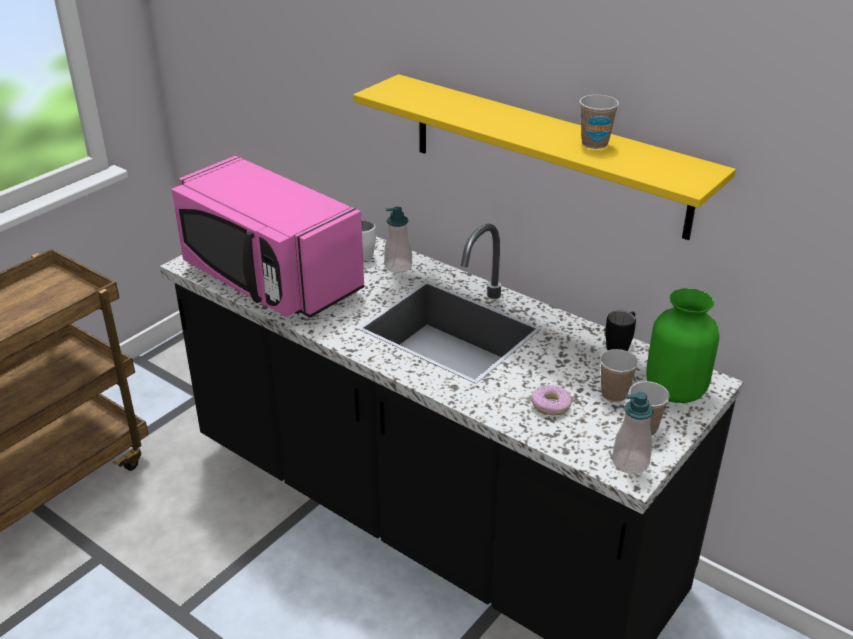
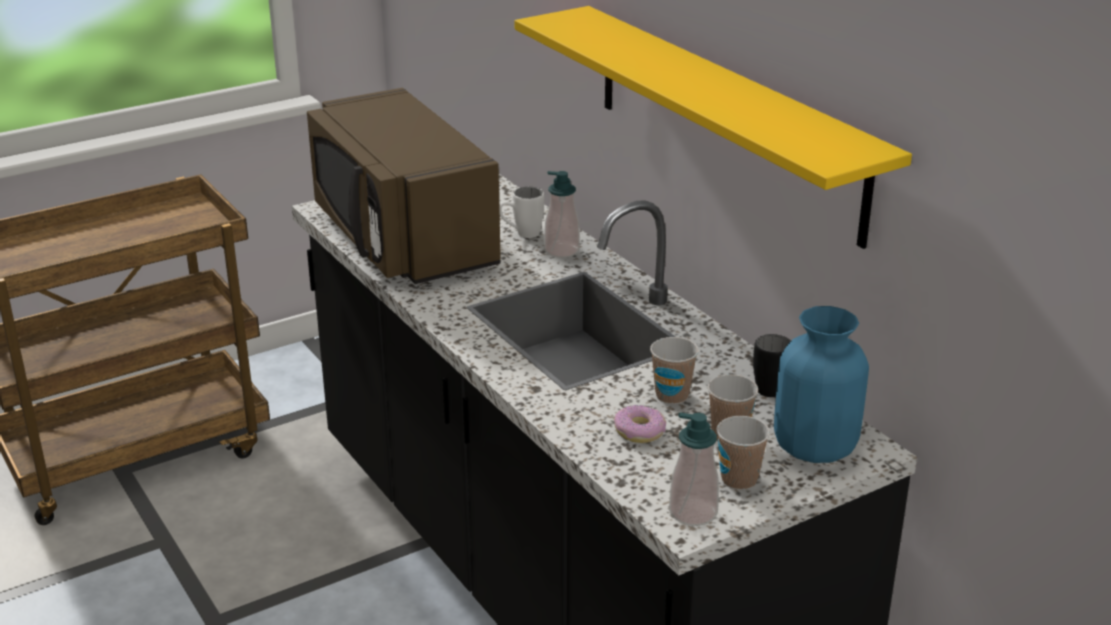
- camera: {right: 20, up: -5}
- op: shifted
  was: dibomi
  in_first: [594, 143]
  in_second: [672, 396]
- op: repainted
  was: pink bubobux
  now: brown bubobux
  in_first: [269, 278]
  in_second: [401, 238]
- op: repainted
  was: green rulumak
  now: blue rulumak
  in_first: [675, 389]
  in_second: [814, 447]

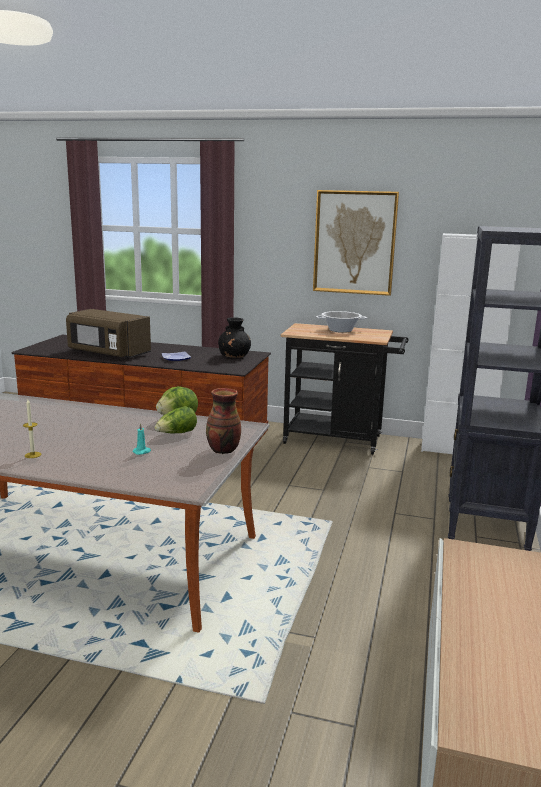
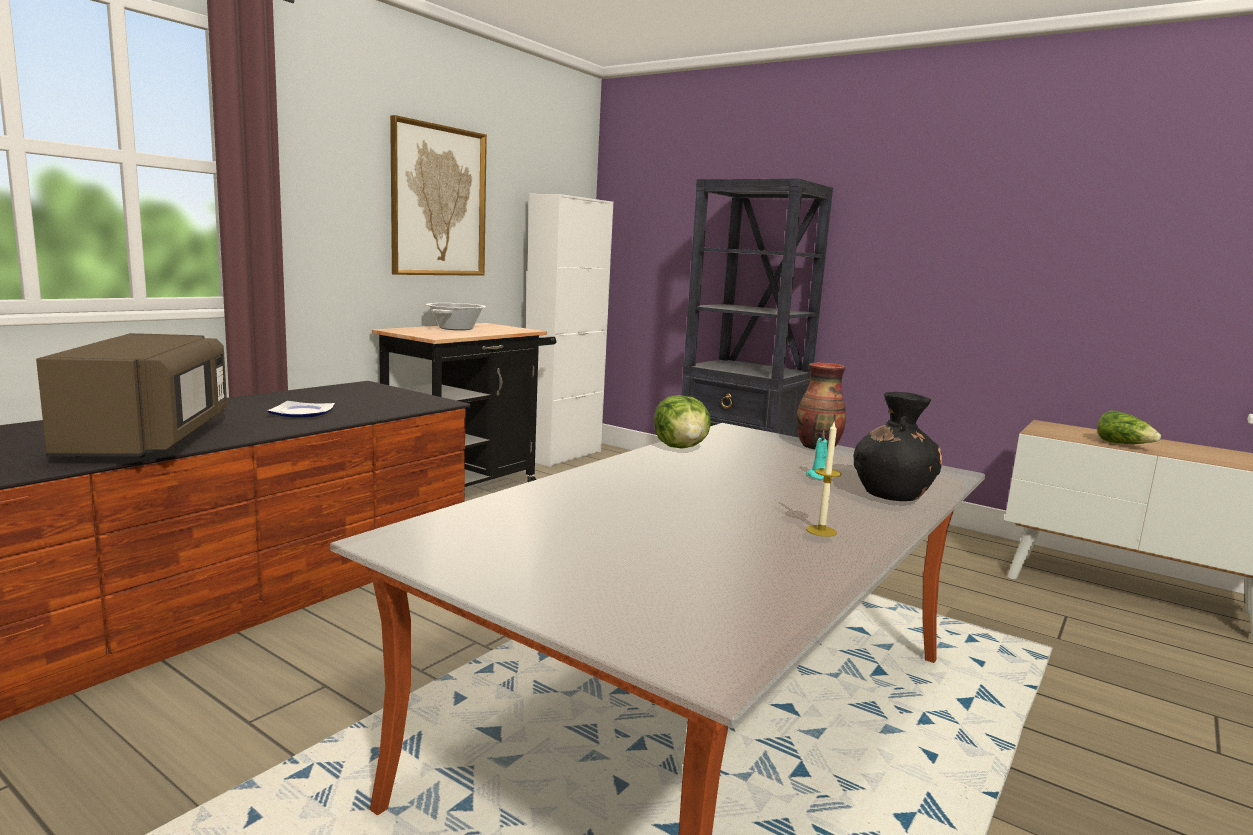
- camera: {right: -70, up: -5}
- op: rotated
  was: brown bubobux
  in_first: [108, 353]
  in_second: [149, 439]
  clockwise: -60
- op: shifted
  was: black rulumak
  in_first: [234, 356]
  in_second: [892, 495]
- op: shifted
  was: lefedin
  in_first: [176, 434]
  in_second: [1124, 445]

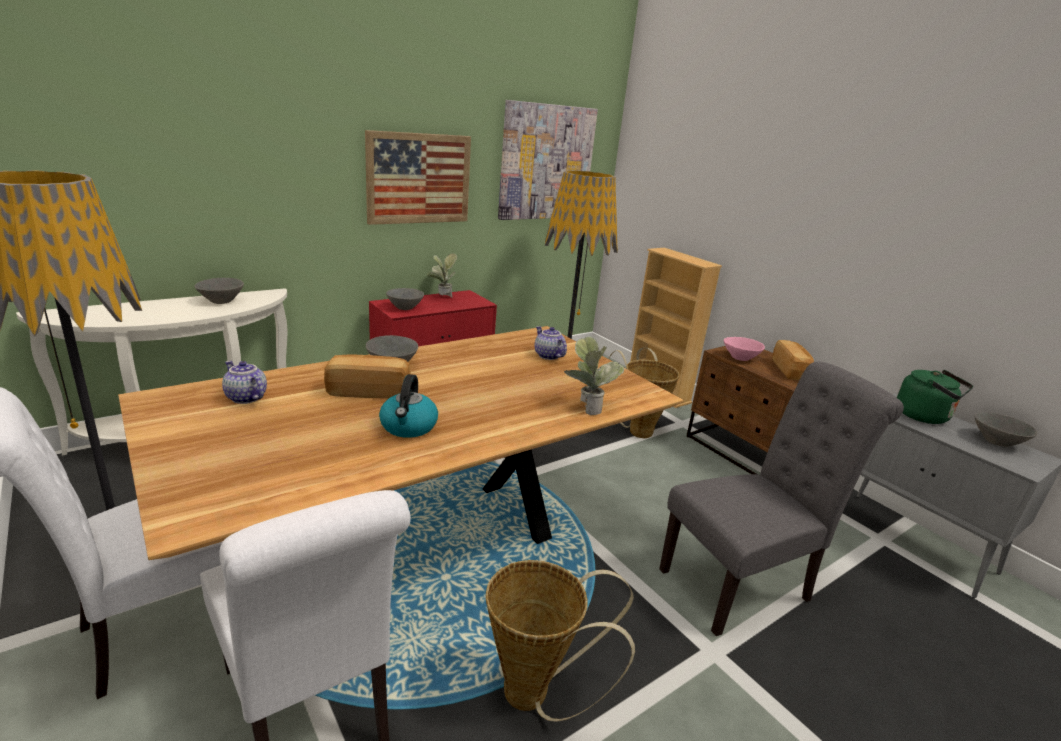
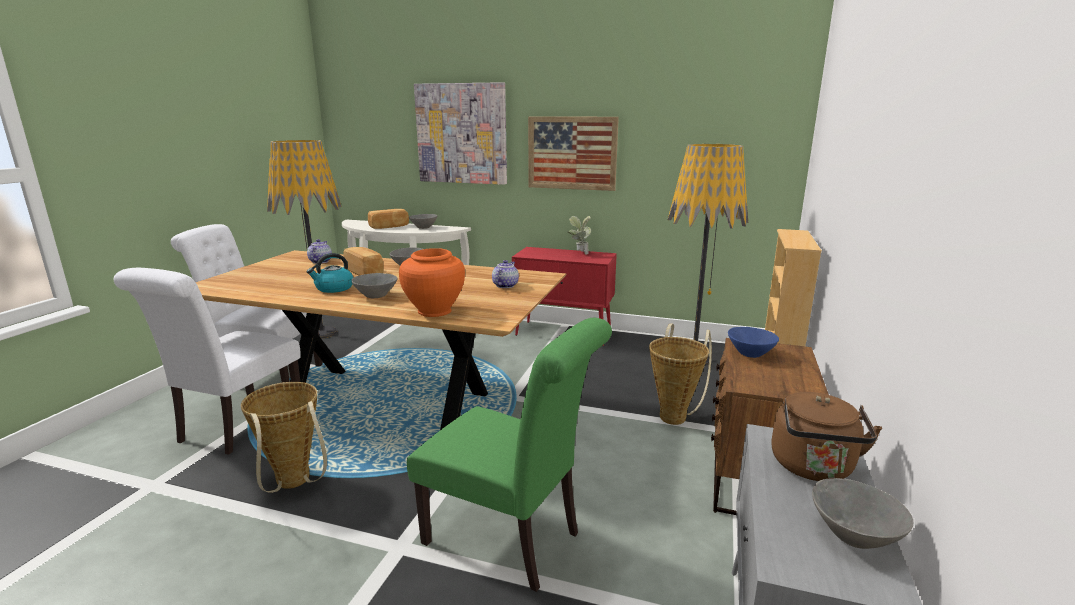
- camera: {right: 55, up: -5}
- op: shifted
  was: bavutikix
  in_first: [546, 162]
  in_second: [461, 134]
- op: shifted
  was: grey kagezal
  in_first: [405, 308]
  in_second: [376, 296]
- op: swapped
  was: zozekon
  now: orange rulumak
  in_first: [587, 407]
  in_second: [434, 311]
- op: repainted
  was: pink kagezal
  now: blue kagezal
  in_first: [740, 358]
  in_second: [750, 353]
- op: shifted
  was: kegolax
  in_first: [790, 370]
  in_second: [389, 227]
- op: repainted
  was: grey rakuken
  now: green rakuken
  in_first: [743, 584]
  in_second: [510, 540]
- op: repainted
  was: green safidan
  now: brown safidan
  in_first: [925, 417]
  in_second: [813, 468]

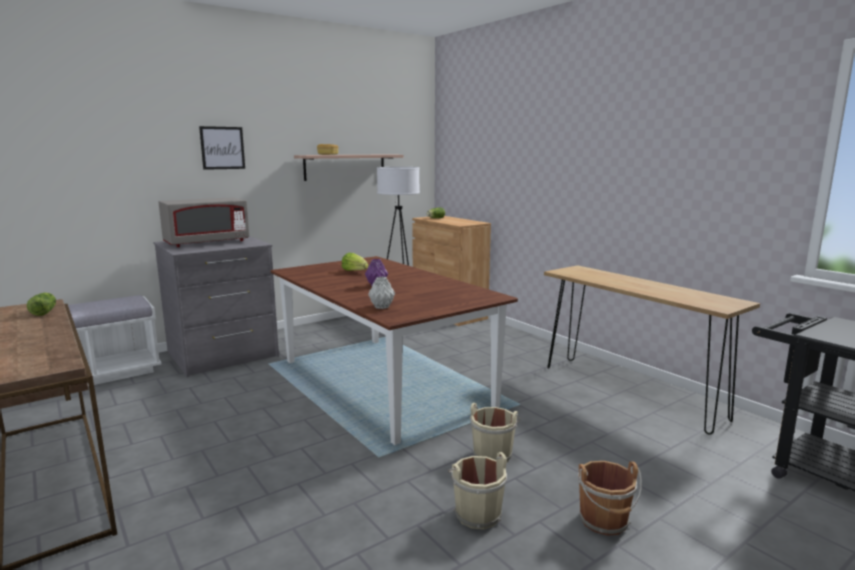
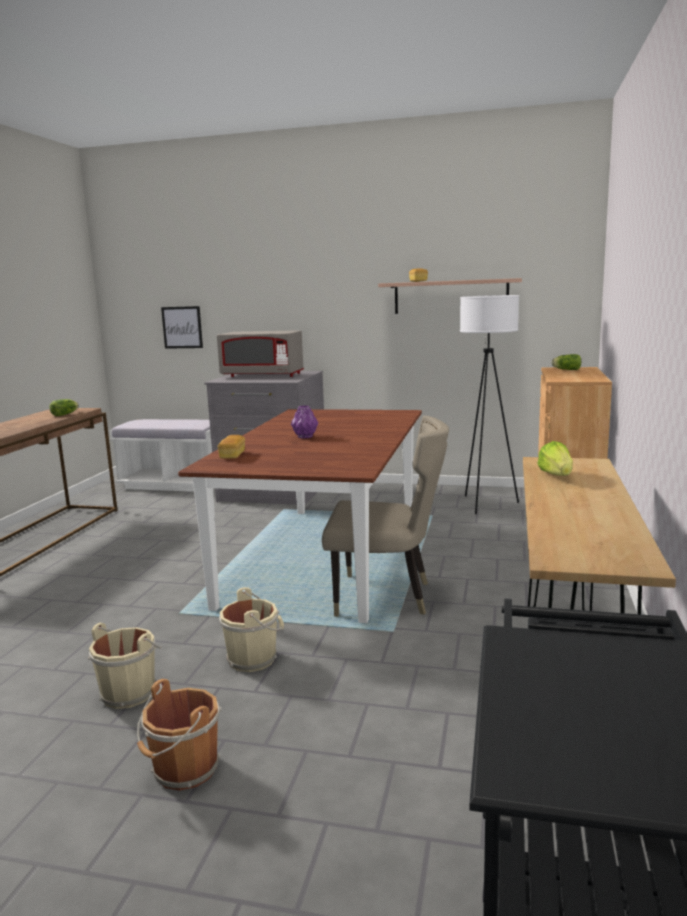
- camera: {right: 50, up: 0}
- op: shifted
  was: bavutikix
  in_first: [222, 148]
  in_second: [182, 327]
- op: shifted
  was: lefedin
  in_first: [354, 271]
  in_second: [556, 476]
- op: swapped
  was: grey rulumak
  now: kegolax
  in_first: [381, 307]
  in_second: [232, 455]
- op: new
  now: beige rakuken
  in_second: [387, 597]

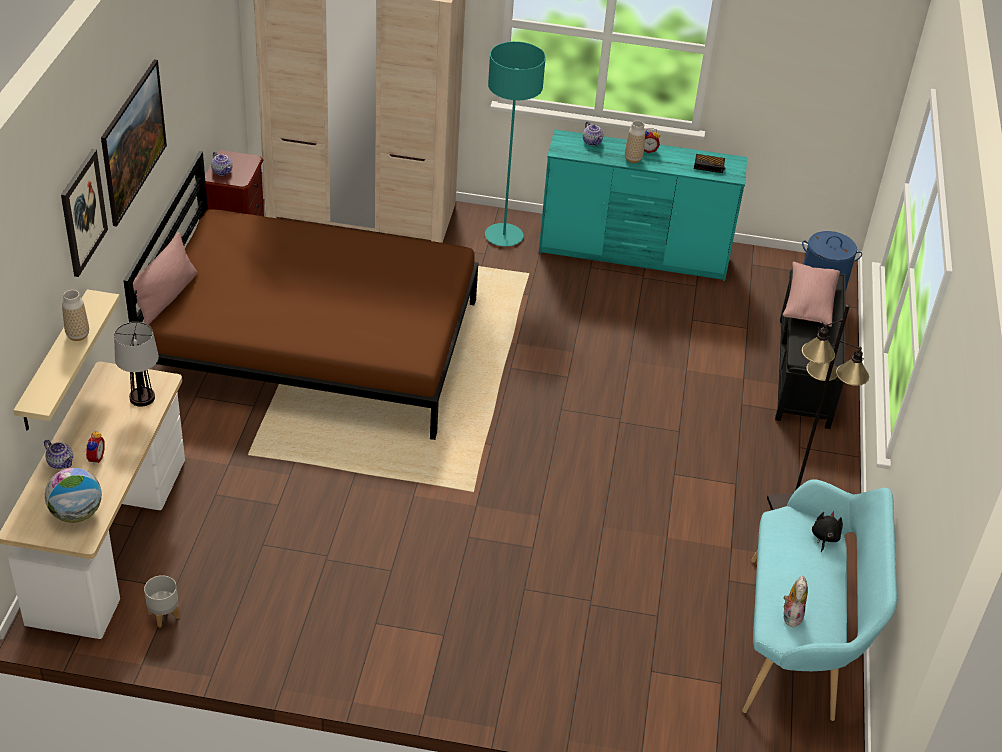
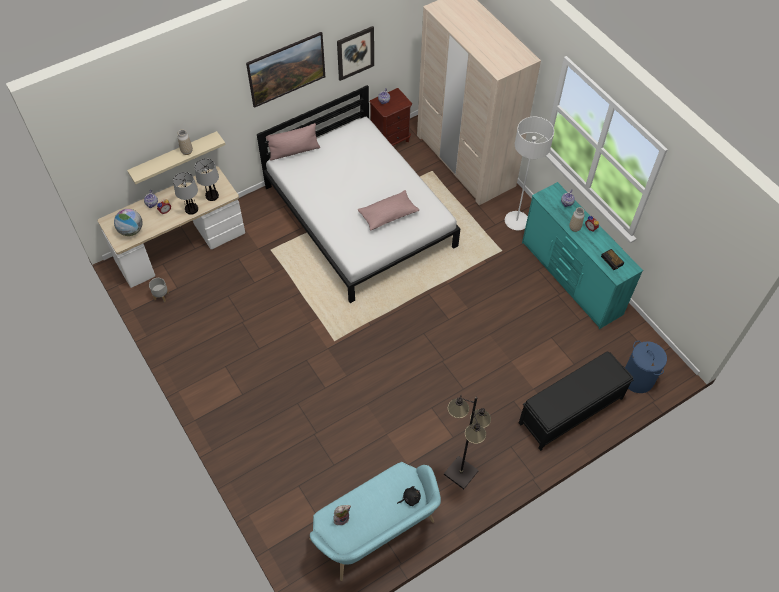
- camera: {right: 50, up: 15}
- op: repainted
  was: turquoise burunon
  now: white burunon
  in_first: [504, 236]
  in_second: [516, 221]
- op: shifted
  was: bavutikix
  in_first: [83, 212]
  in_second: [355, 53]
- op: repainted
  was: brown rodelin
  now: white rodelin
  in_first: [314, 343]
  in_second: [360, 216]
- op: shifted
  was: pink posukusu
  in_first: [809, 303]
  in_second: [388, 215]
- op: new
  now: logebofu
  in_second: [191, 209]

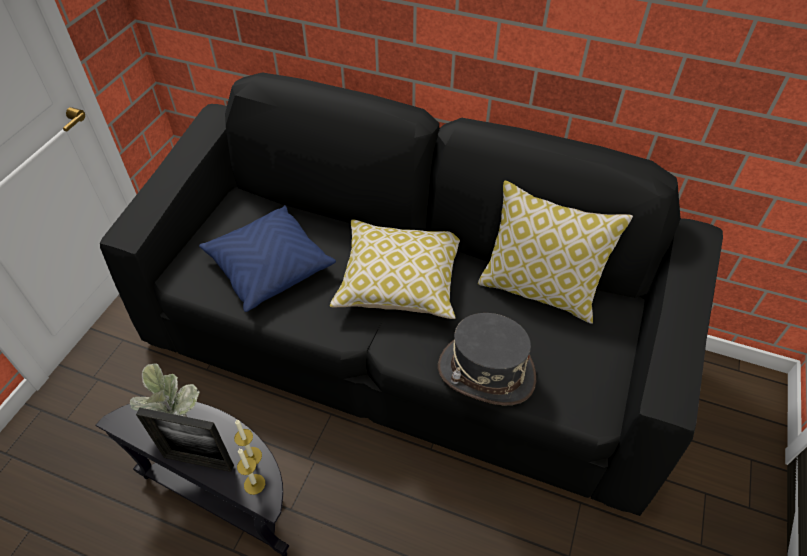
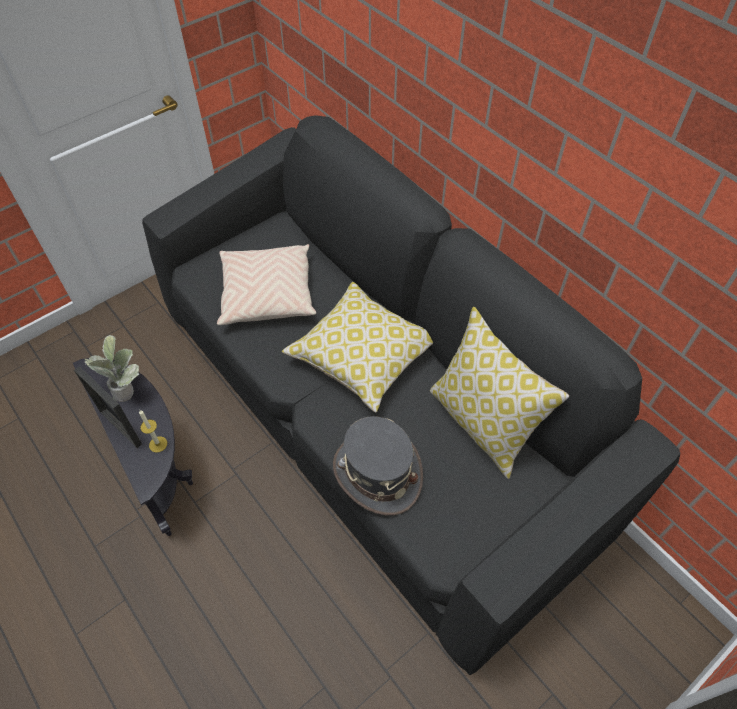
- camera: {right: 30, up: 5}
- op: repainted
  was: blue posukusu
  now: beige posukusu
  in_first: [269, 267]
  in_second: [267, 294]
- op: gone
  was: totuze
  in_first: [254, 484]

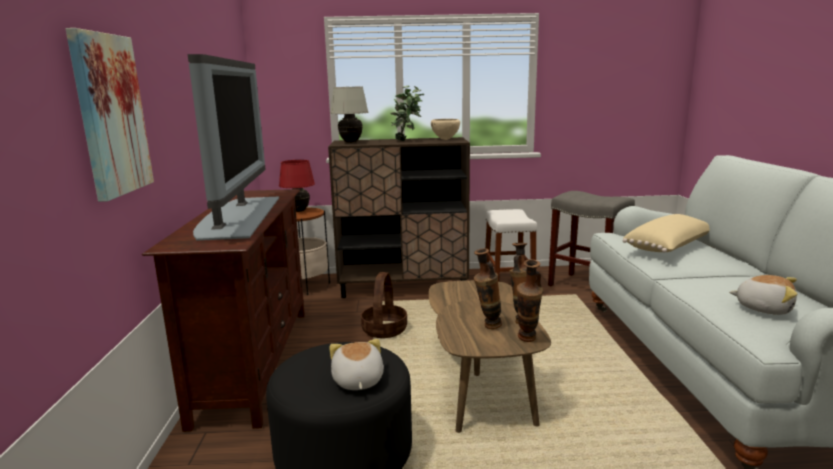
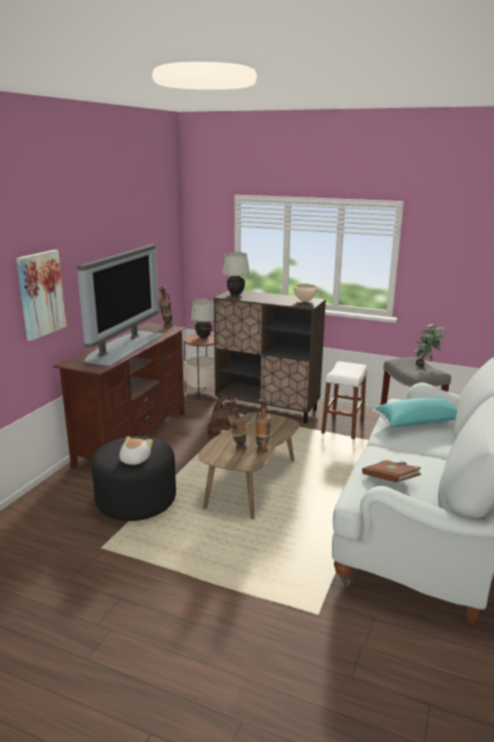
- camera: {right: 25, up: 5}
- op: shifted
  was: zozekon
  in_first: [407, 140]
  in_second: [426, 367]
- op: repainted
  was: red logebofu
  now: white logebofu
  in_first: [299, 211]
  in_second: [203, 337]
- op: repainted
  was: beige posukusu
  now: turquoise posukusu
  in_first: [670, 247]
  in_second: [418, 423]
- op: shifted
  was: rulumak
  in_first: [527, 341]
  in_second: [166, 327]
- op: swapped
  was: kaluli
  now: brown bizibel
  in_first: [763, 308]
  in_second: [390, 480]

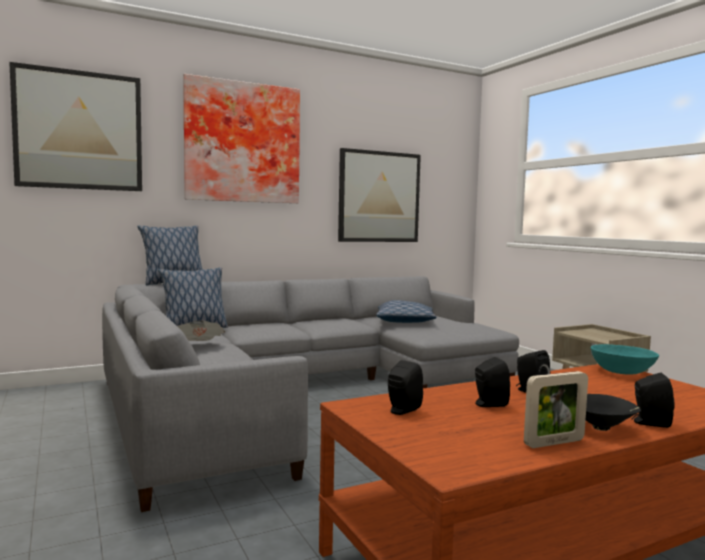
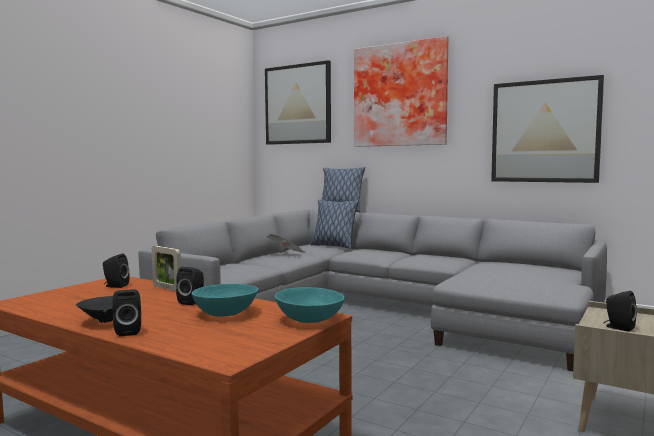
- camera: {right: 60, up: 0}
- op: gone
  was: posukusu
  in_first: [405, 321]
- op: shifted
  was: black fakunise
  in_first: [488, 404]
  in_second: [618, 327]
- op: shifted
  was: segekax
  in_first: [554, 443]
  in_second: [167, 288]
- op: new
  now: turquoise kagezal
  in_second: [226, 313]

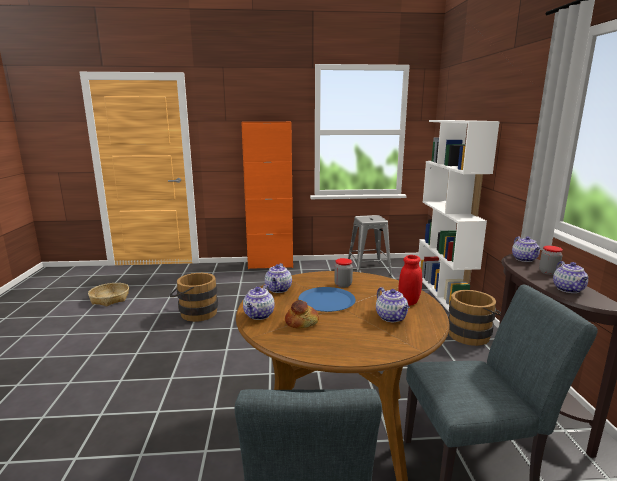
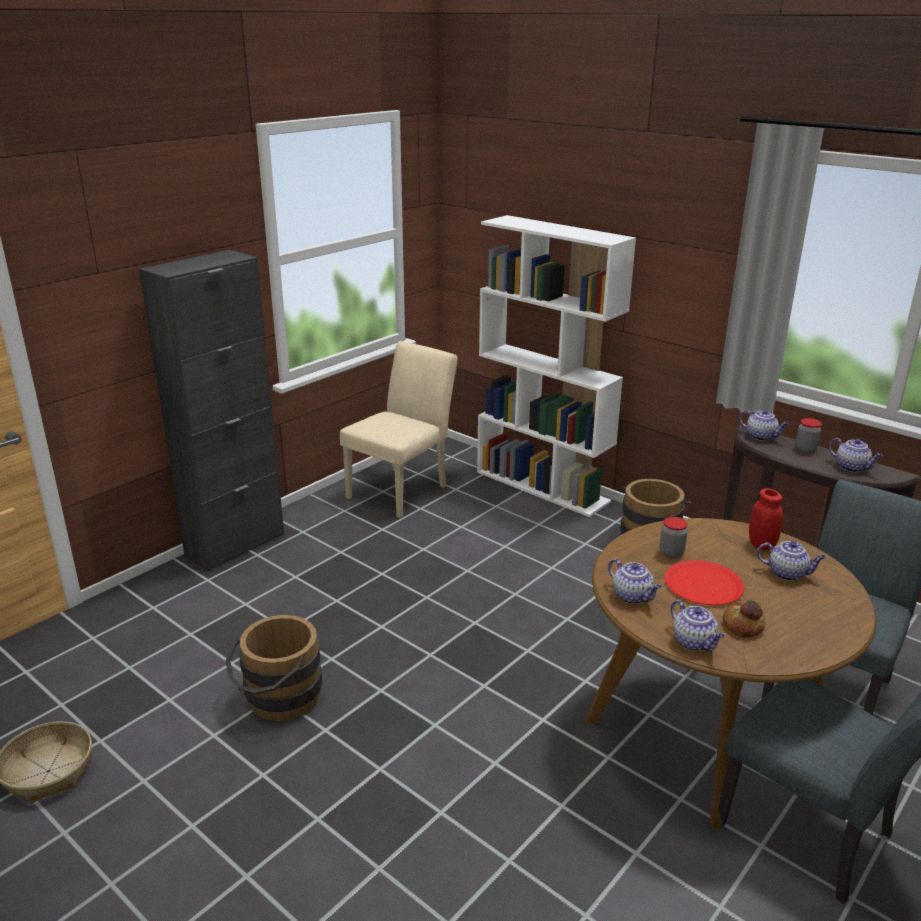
- camera: {right: -45, up: 10}
- op: repainted
  was: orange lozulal
  now: black lozulal
  in_first: [270, 265]
  in_second: [235, 545]
- op: swapped
  was: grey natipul
  now: beige rakuken
  in_first: [368, 270]
  in_second: [402, 489]
- op: repainted
  was: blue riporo
  now: red riporo
  in_first: [326, 300]
  in_second: [703, 584]

